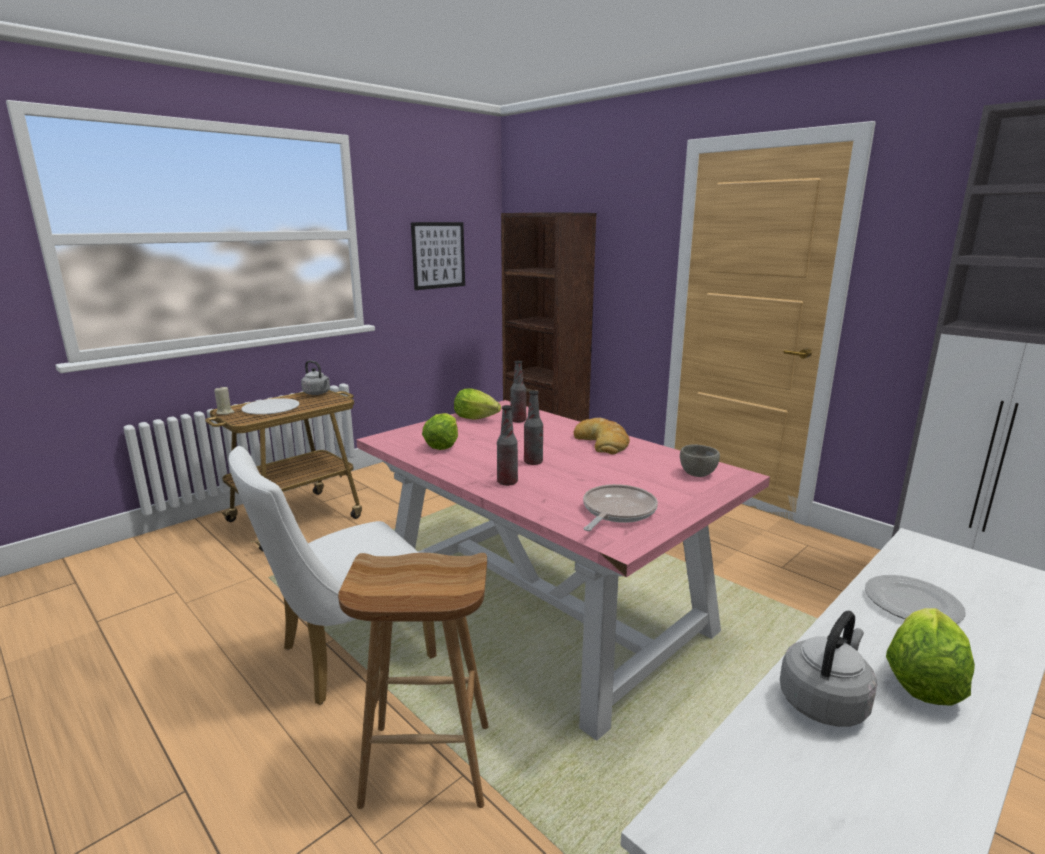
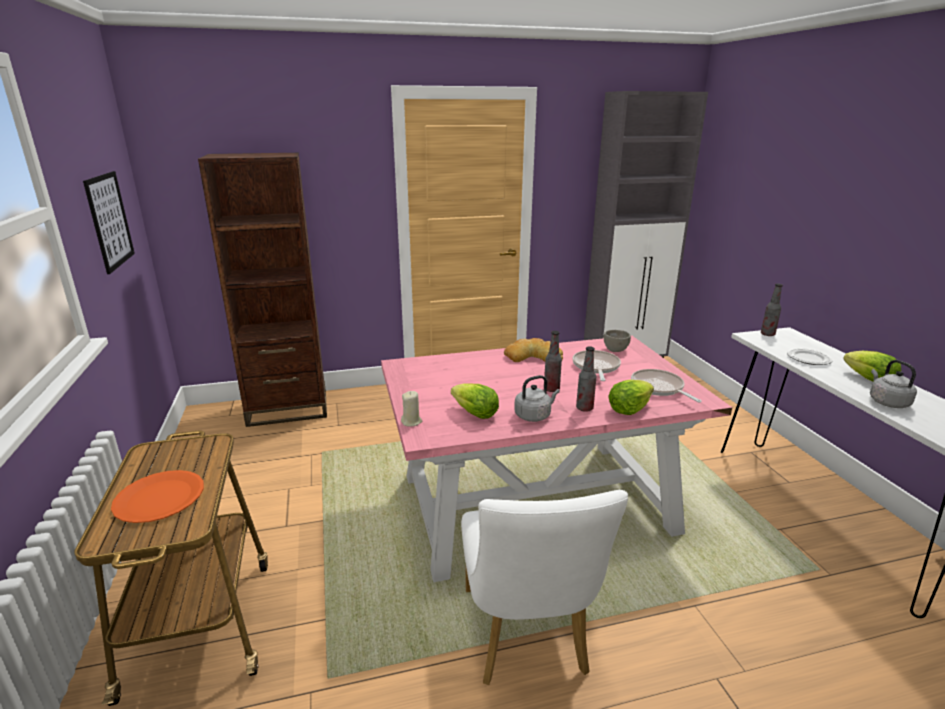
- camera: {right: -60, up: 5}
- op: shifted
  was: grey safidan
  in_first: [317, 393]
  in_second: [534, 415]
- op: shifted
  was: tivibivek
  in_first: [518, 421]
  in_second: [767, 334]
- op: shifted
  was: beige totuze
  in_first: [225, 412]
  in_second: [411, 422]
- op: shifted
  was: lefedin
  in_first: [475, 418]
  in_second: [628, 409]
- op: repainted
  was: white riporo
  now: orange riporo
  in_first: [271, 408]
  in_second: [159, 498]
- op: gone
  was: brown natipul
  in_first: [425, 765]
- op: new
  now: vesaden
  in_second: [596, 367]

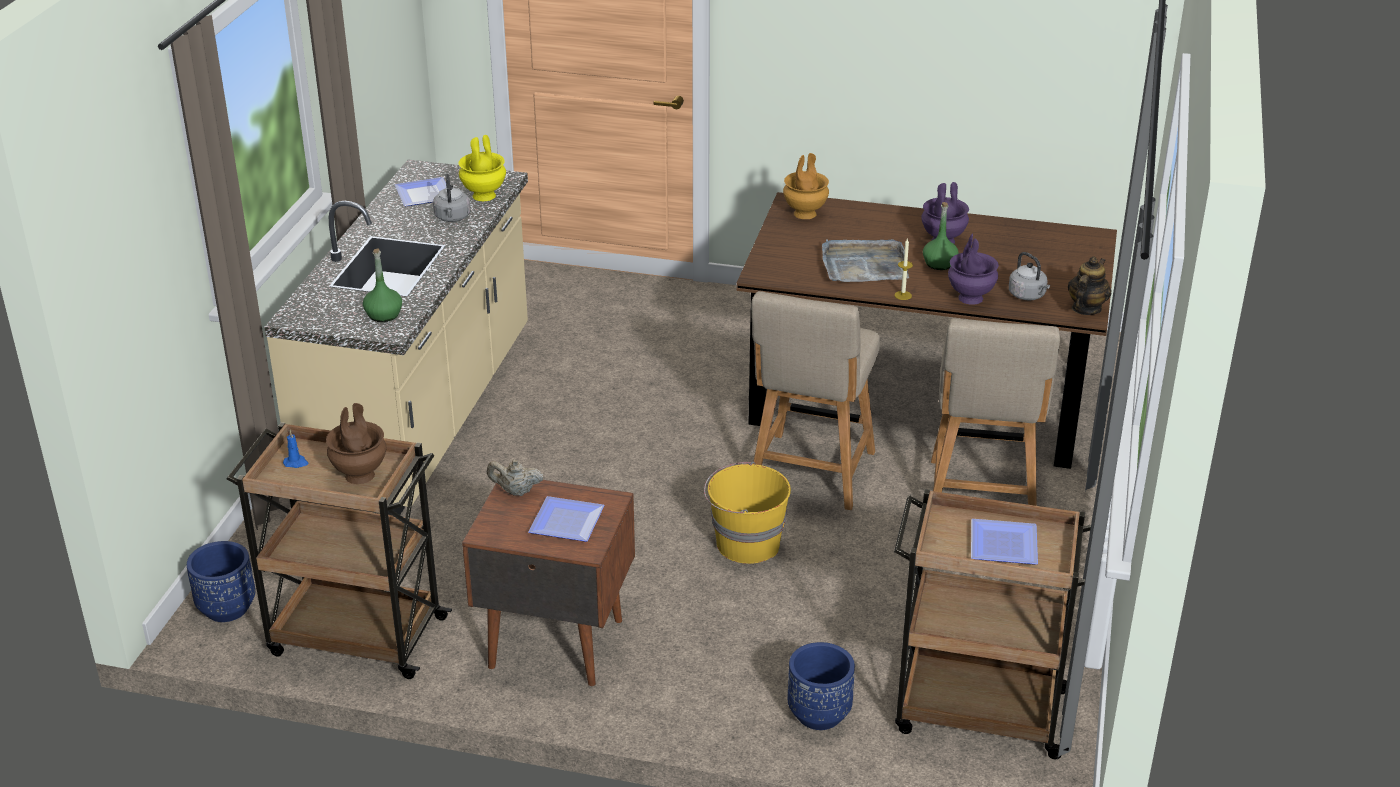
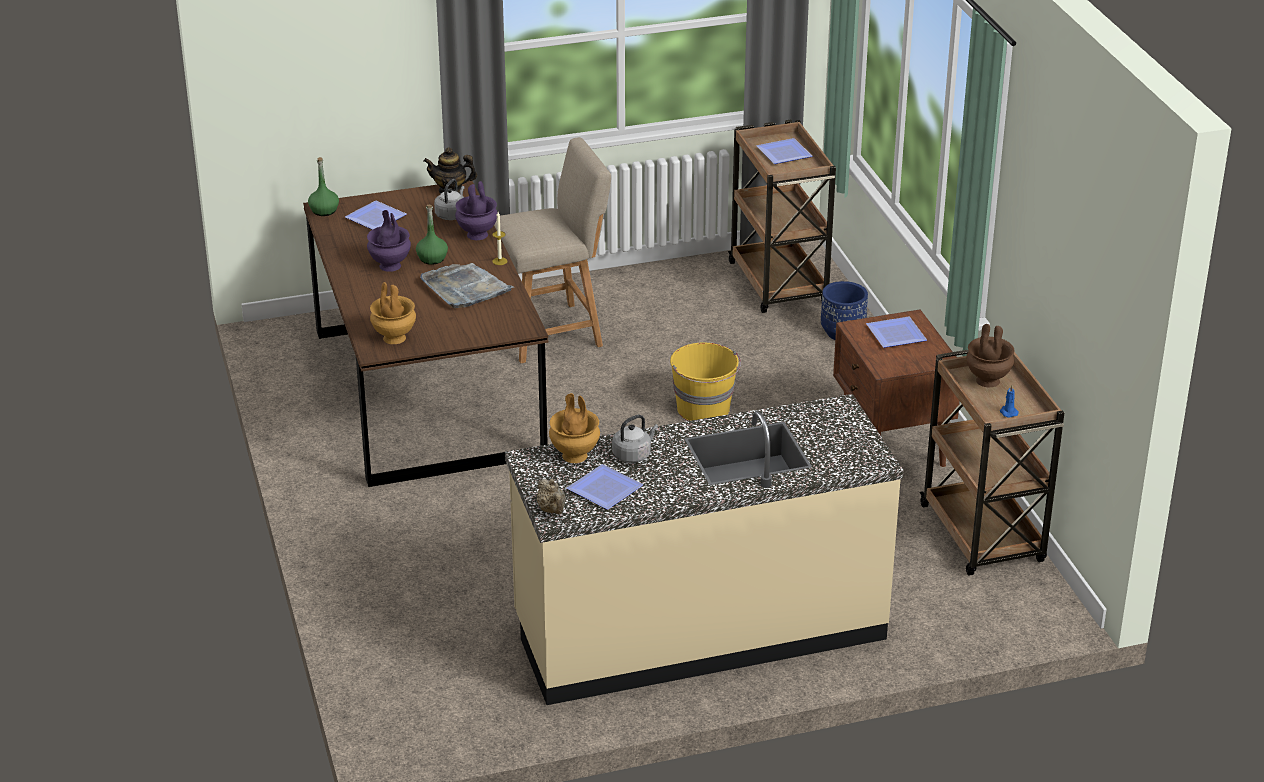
- camera: {right: -120, up: 0}
- op: repainted
  was: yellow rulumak
  now: brown rulumak
  in_first: [483, 196]
  in_second: [575, 455]
- op: shifted
  was: green tivibivek
  in_first: [383, 315]
  in_second: [324, 210]
- op: gone
  was: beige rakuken
  in_first: [810, 475]
- op: shifted
  was: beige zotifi
  in_first: [516, 491]
  in_second: [552, 510]
- op: gone
  was: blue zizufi
  in_first: [227, 608]
- op: new
  now: riporo
  in_second: [376, 217]

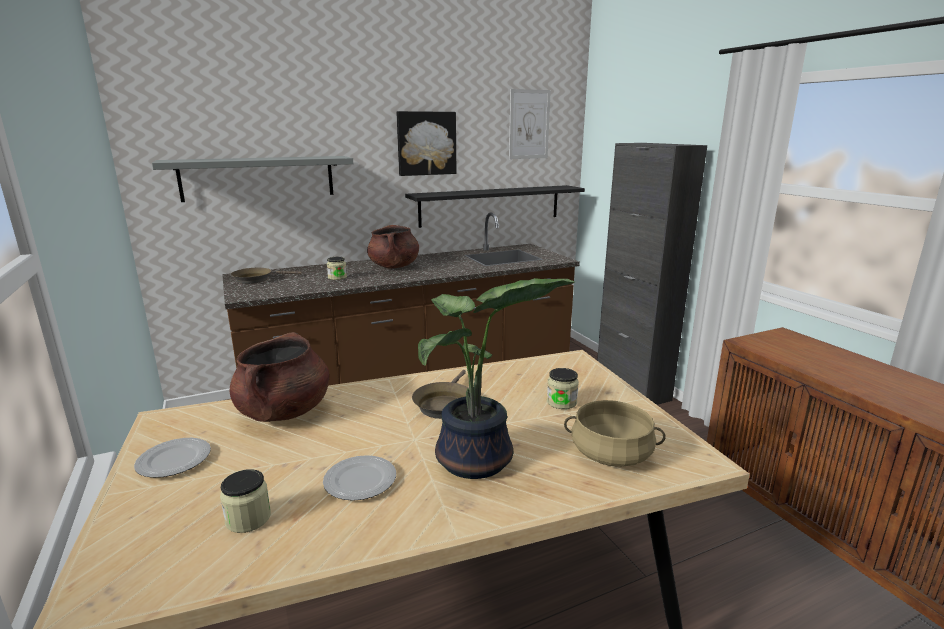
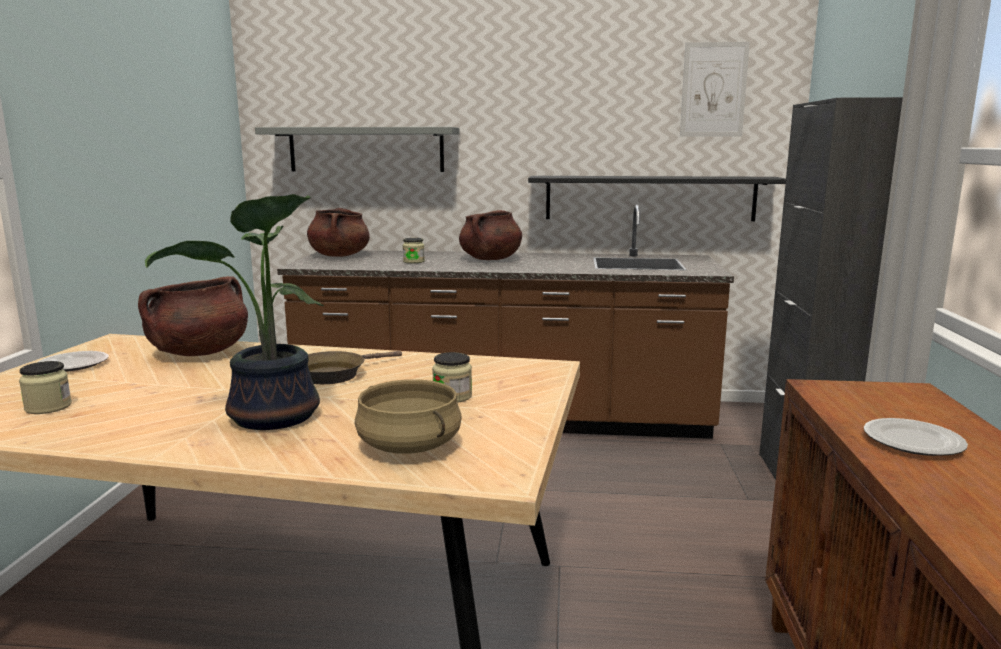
- camera: {right: 30, up: -5}
- op: gone
  was: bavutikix
  in_first: [426, 143]
- op: swapped
  was: brown vesaden
  now: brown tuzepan
  in_first: [256, 279]
  in_second: [339, 256]
- op: shifted
  was: riporo
  in_first: [360, 480]
  in_second: [912, 441]

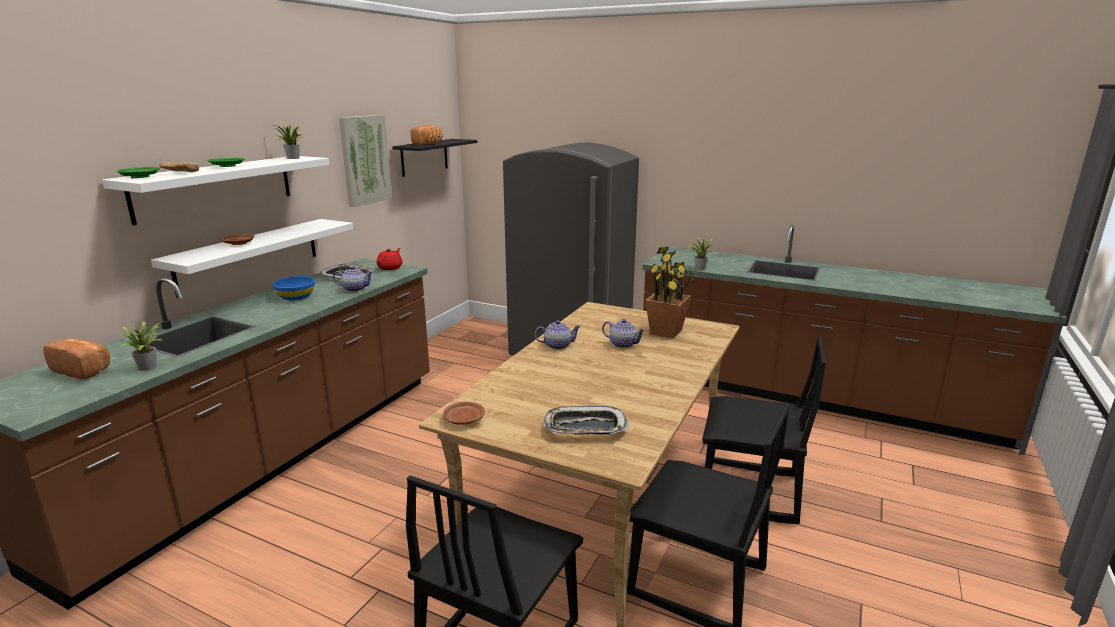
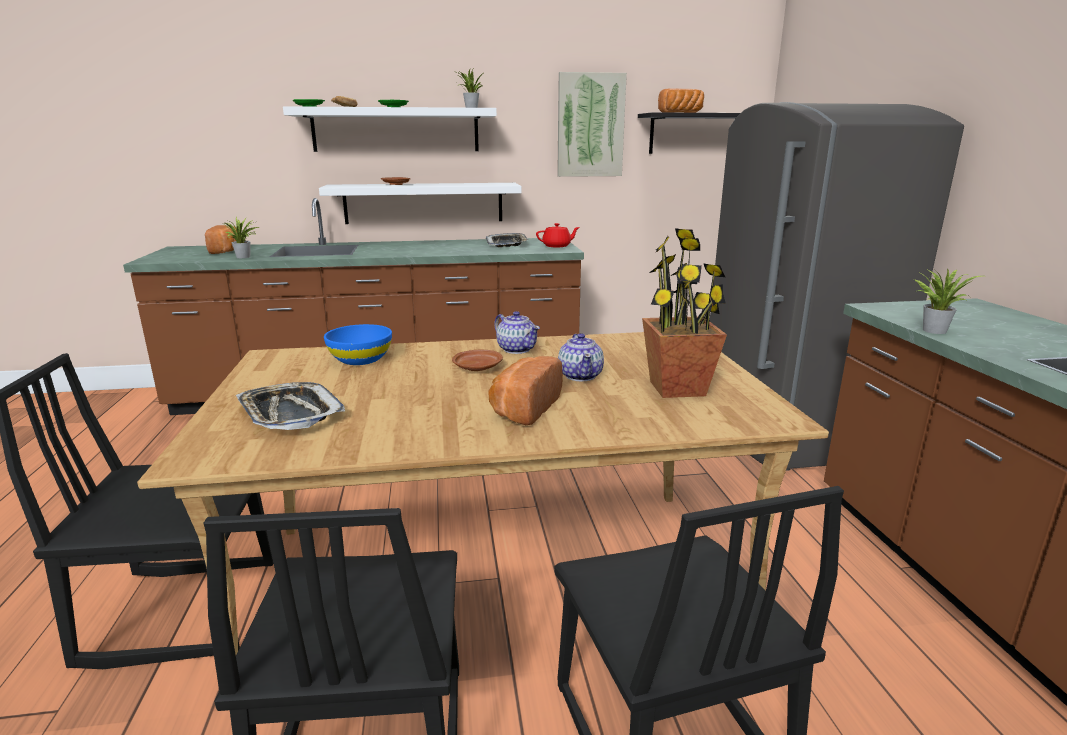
- camera: {right: 55, up: 0}
- op: gone
  was: zotifi
  in_first: [354, 289]
- op: shifted
  was: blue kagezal
  in_first: [296, 297]
  in_second: [361, 359]
- op: shifted
  was: brown riporo
  in_first: [463, 419]
  in_second: [477, 368]
- op: new
  now: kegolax
  in_second: [523, 408]

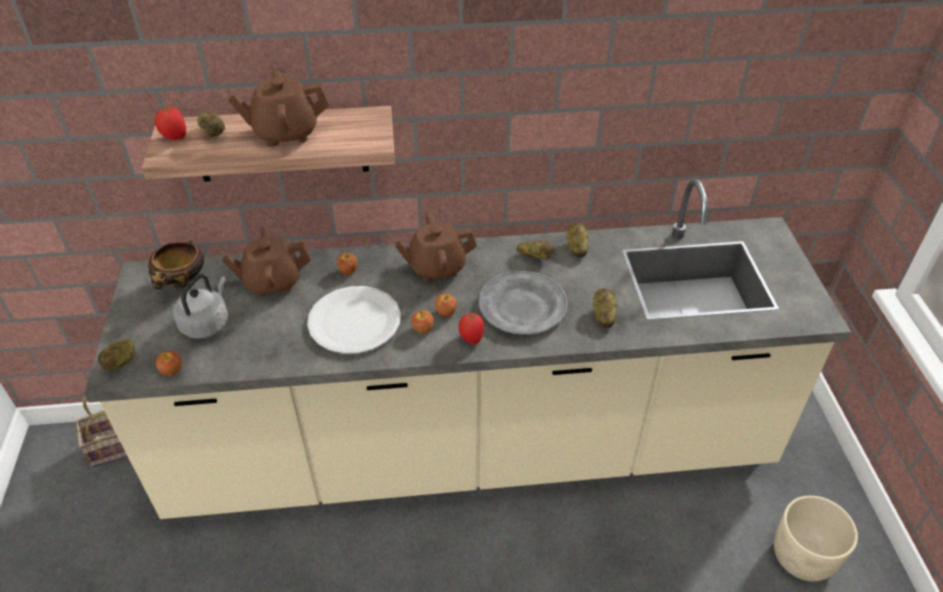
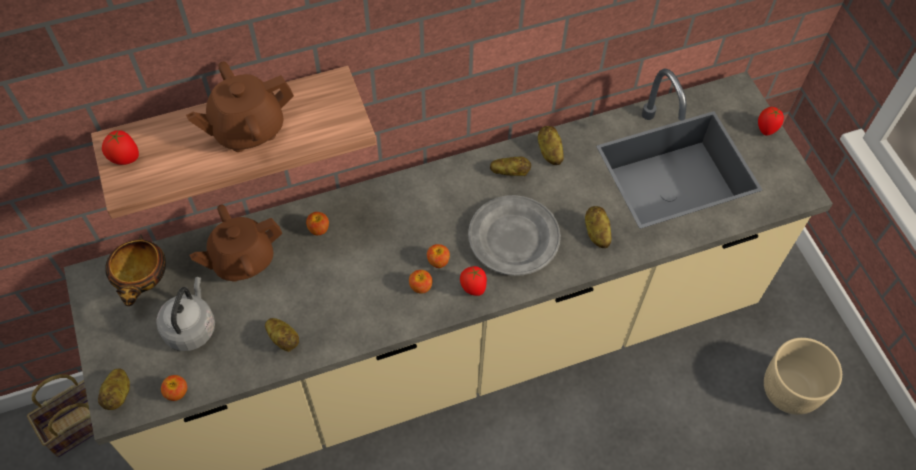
- camera: {right: -15, up: 15}
- op: shifted
  was: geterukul
  in_first: [214, 133]
  in_second: [284, 338]
- op: gone
  was: brown zotifi
  in_first: [436, 267]
- op: gone
  was: white riporo
  in_first: [355, 321]
- op: new
  now: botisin
  in_second: [766, 129]

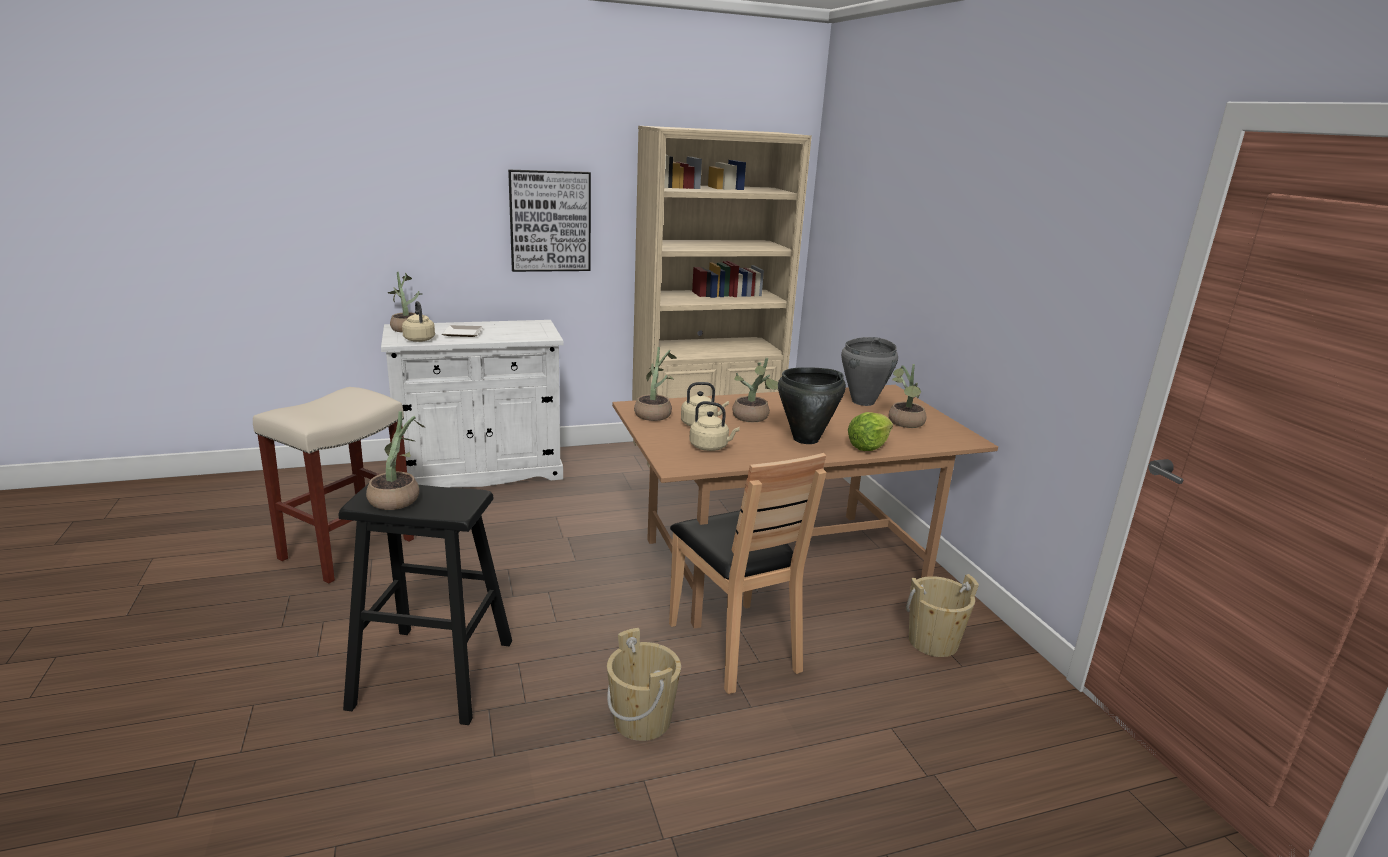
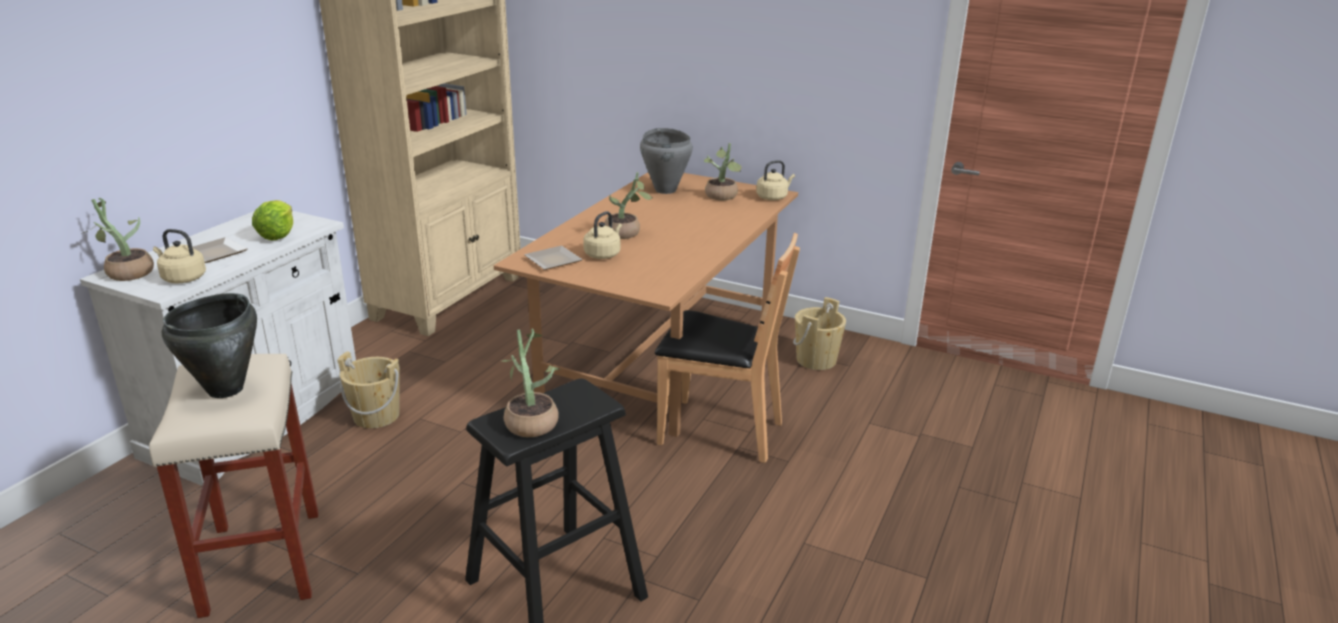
- camera: {right: -45, up: 5}
- op: gone
  was: bavutikix
  in_first: [550, 221]
- op: swapped
  was: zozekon
  now: riporo
  in_first: [654, 413]
  in_second: [551, 260]
- op: shifted
  was: black tuzepan
  in_first: [806, 439]
  in_second: [226, 389]
- op: shifted
  was: beige safidan
  in_first: [711, 447]
  in_second: [773, 197]
- op: shifted
  was: lefedin
  in_first: [868, 446]
  in_second: [278, 235]
- op: shifted
  was: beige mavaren
  in_first: [642, 720]
  in_second: [376, 416]

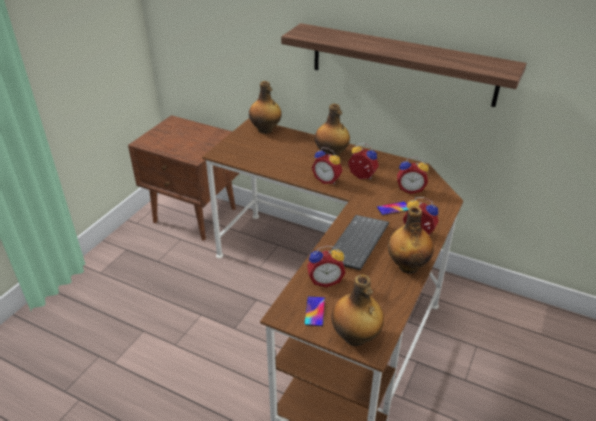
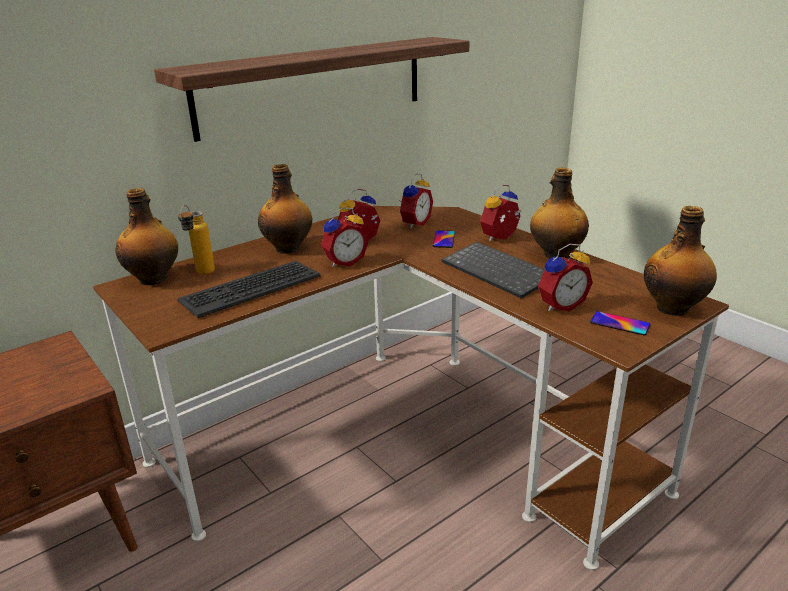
- camera: {right: -65, up: -10}
- op: rotated
  was: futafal
  in_first: [325, 280]
  in_second: [560, 305]
  clockwise: 45
- op: new
  now: tivibivek
  in_second: [201, 274]
- op: new
  now: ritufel
  in_second: [250, 288]

